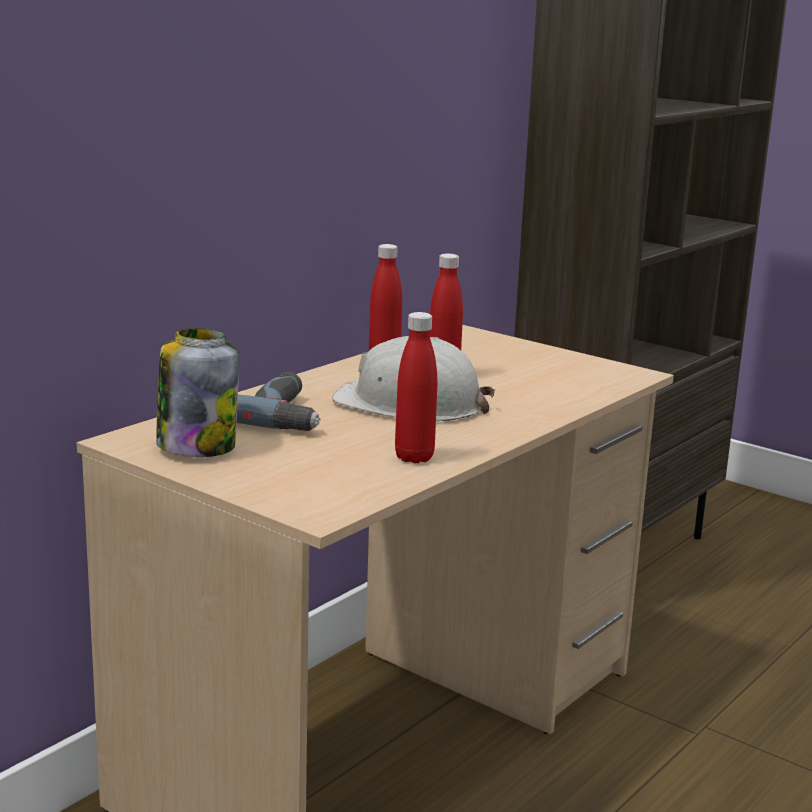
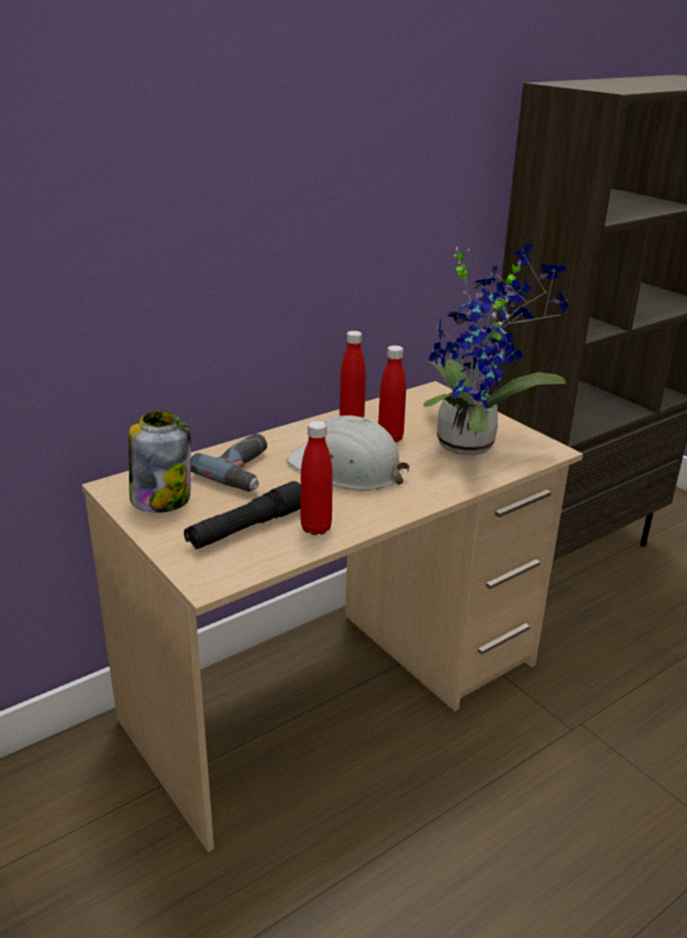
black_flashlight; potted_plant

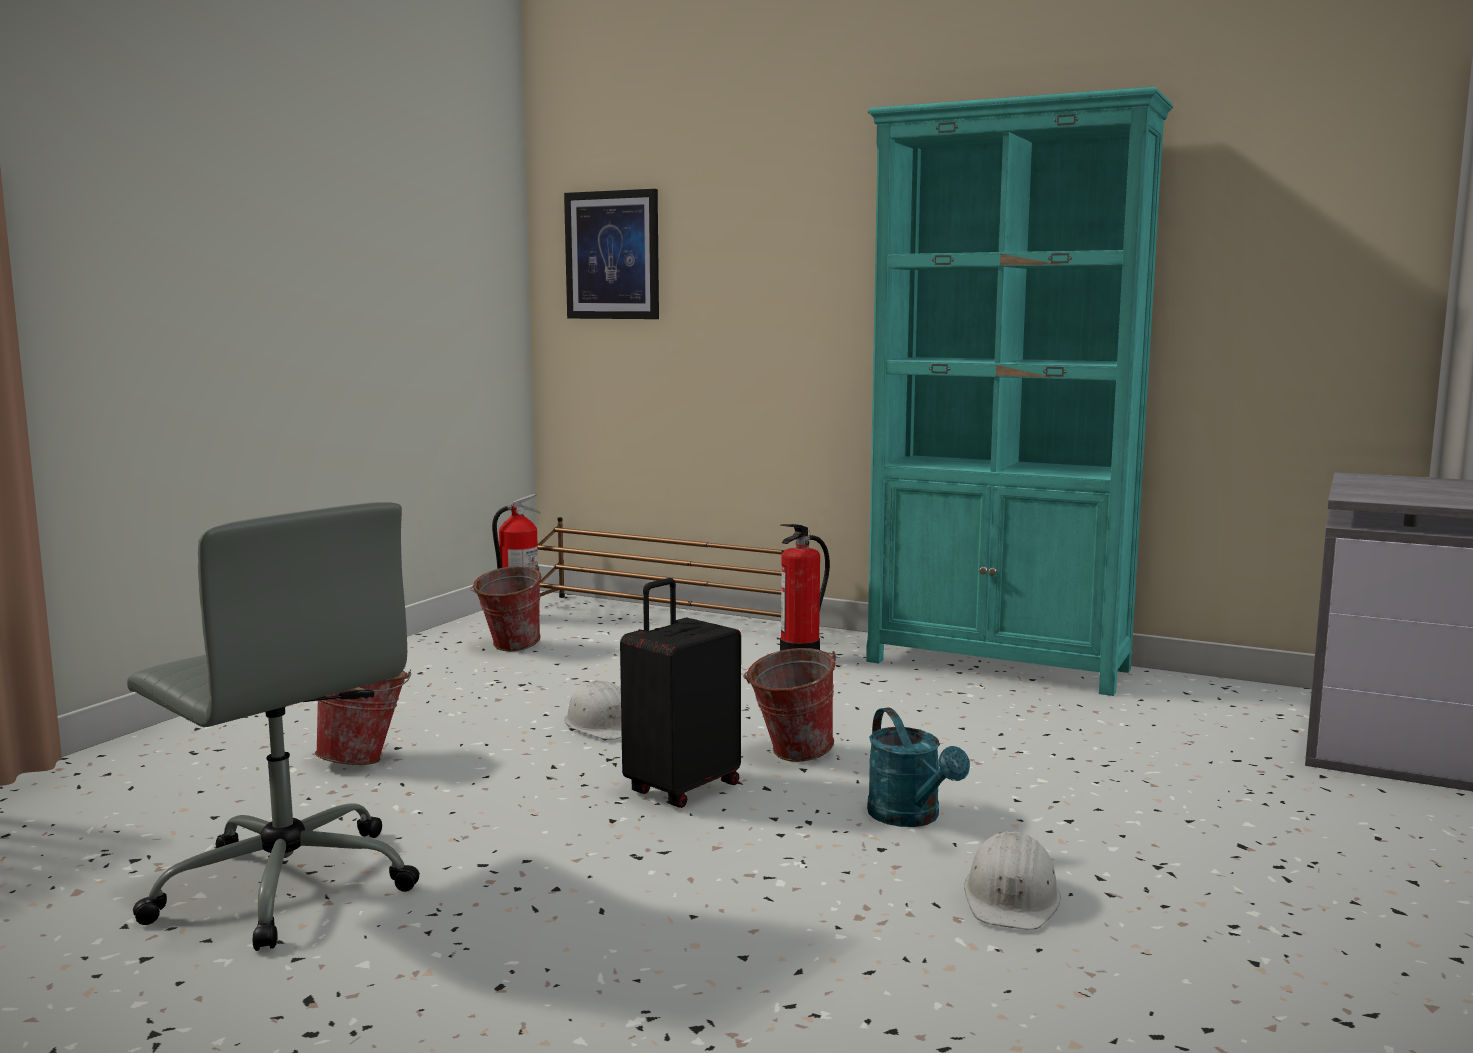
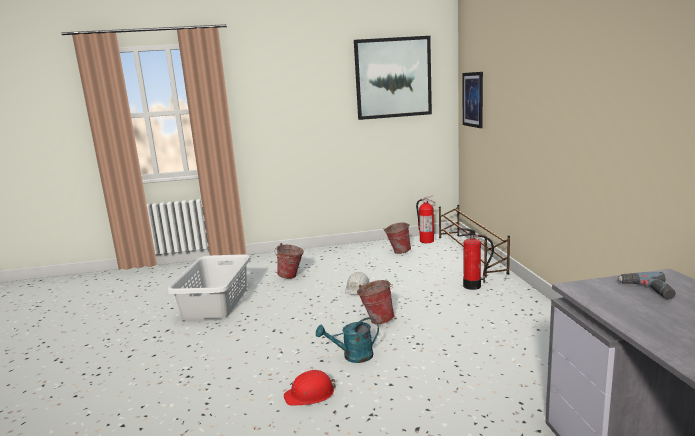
black_suitcase; turquoise_bookcase; picture (1st from left); power_drill; grey_laundry_basket; red_hard_hat; turquoise_watering_can

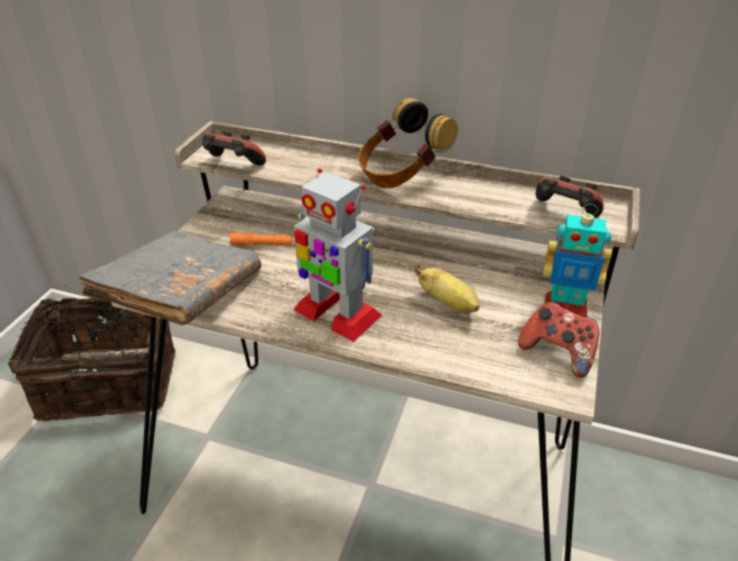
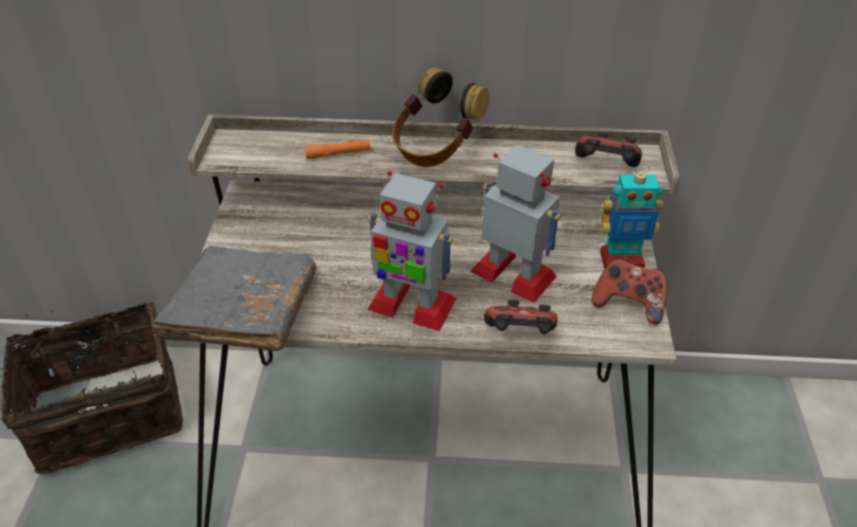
game_controller (1st from left); orange_flashlight; toy_robot (2nd from left)

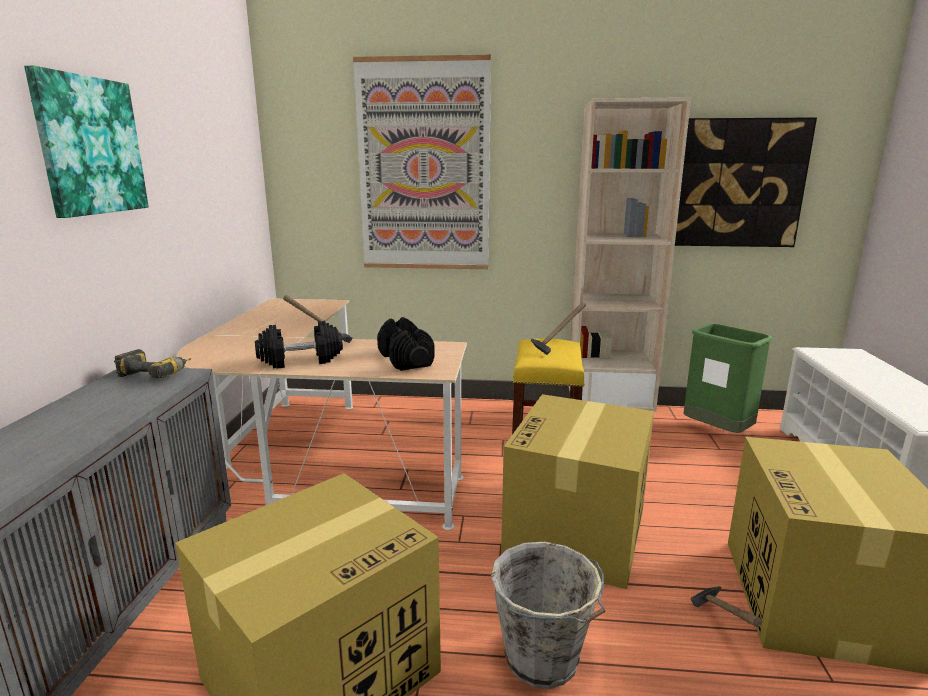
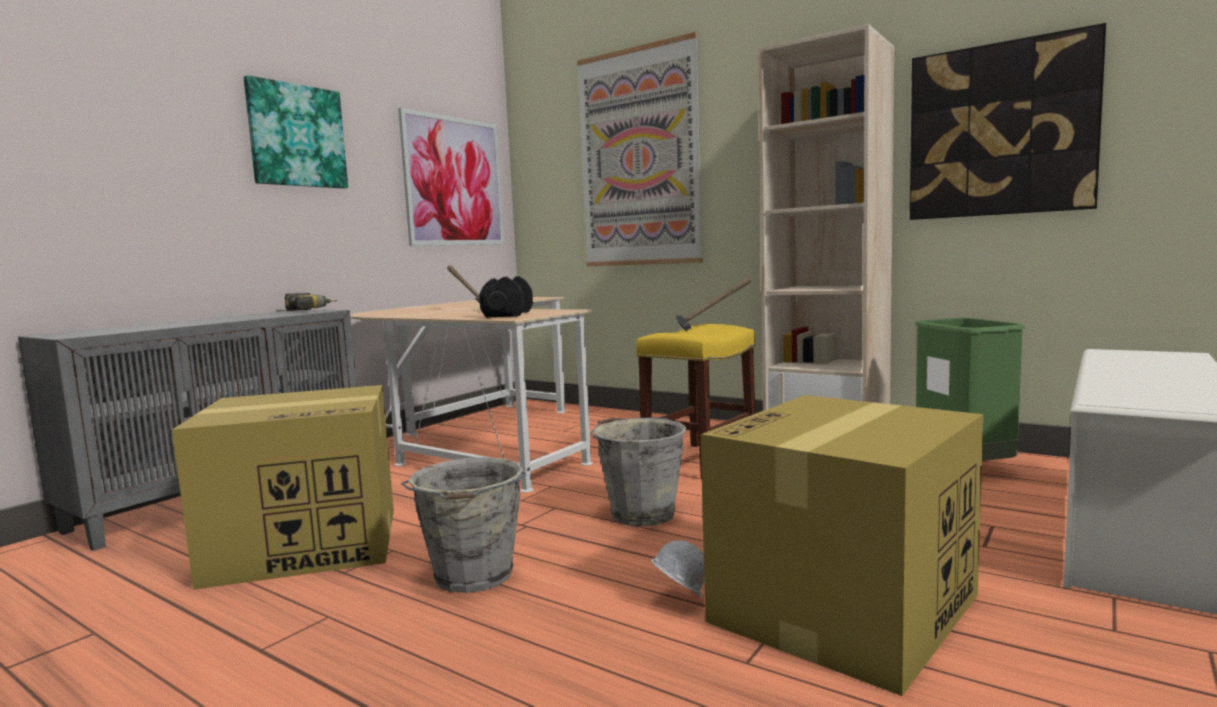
black_dumbbell (1st from left in the first image); picture (2nd from left); grey_bucket (2nd from left); white_hard_hat

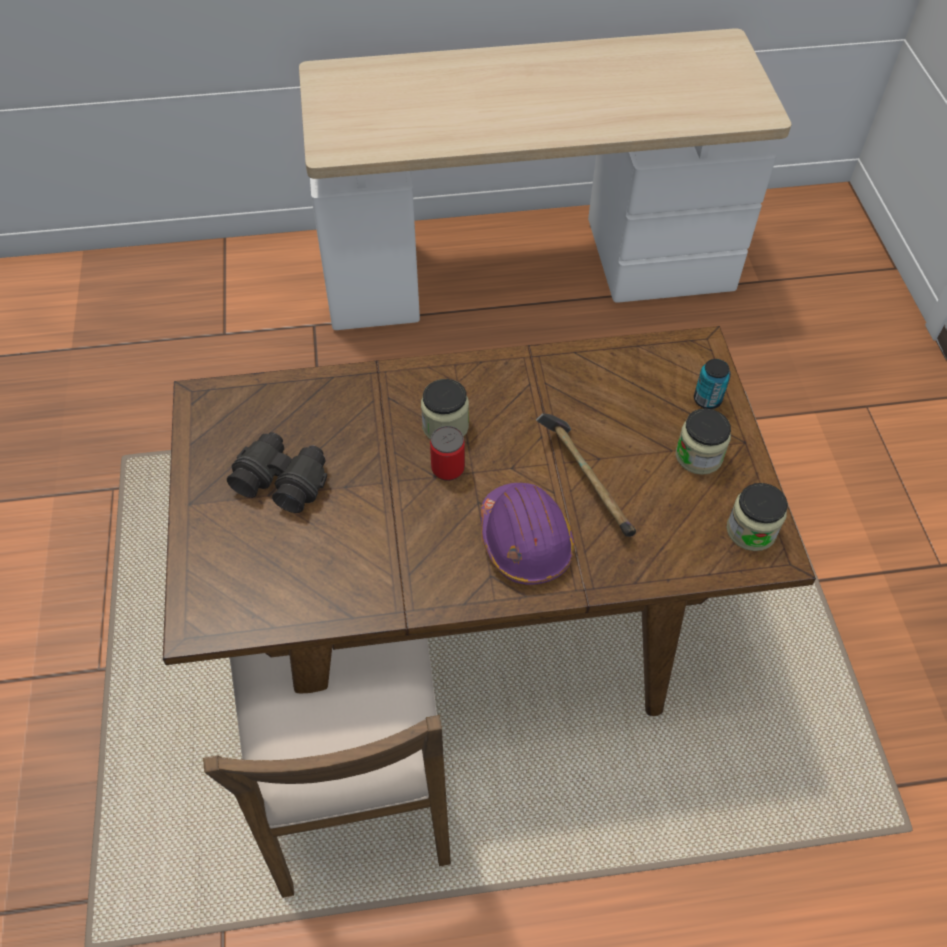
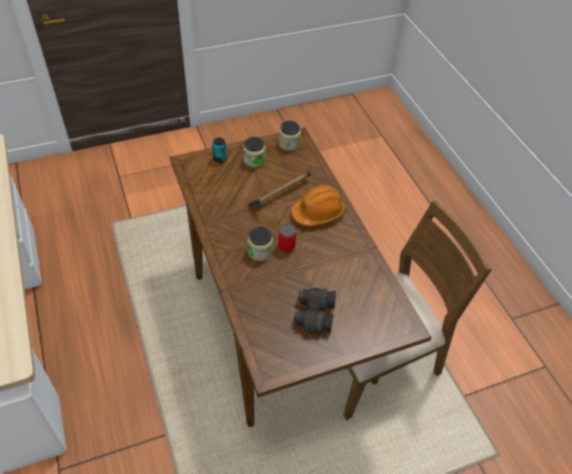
orange_hard_hat

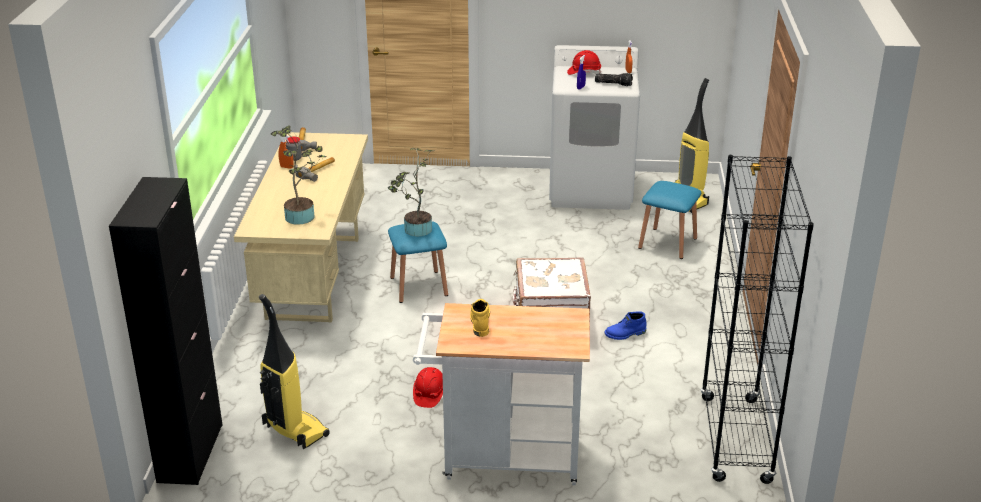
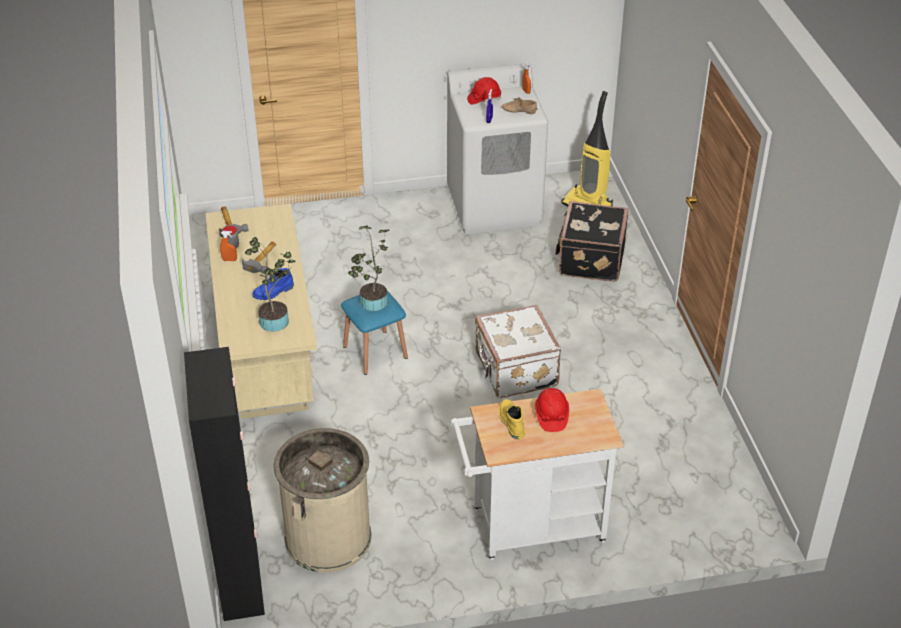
black_bookcase; red_hard_hat (2nd from left); blue_boot; beige_trash_can; beige_shoe; black_suitcase

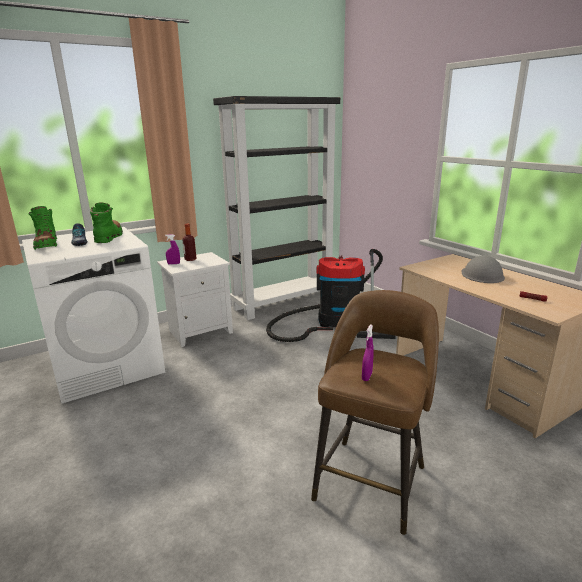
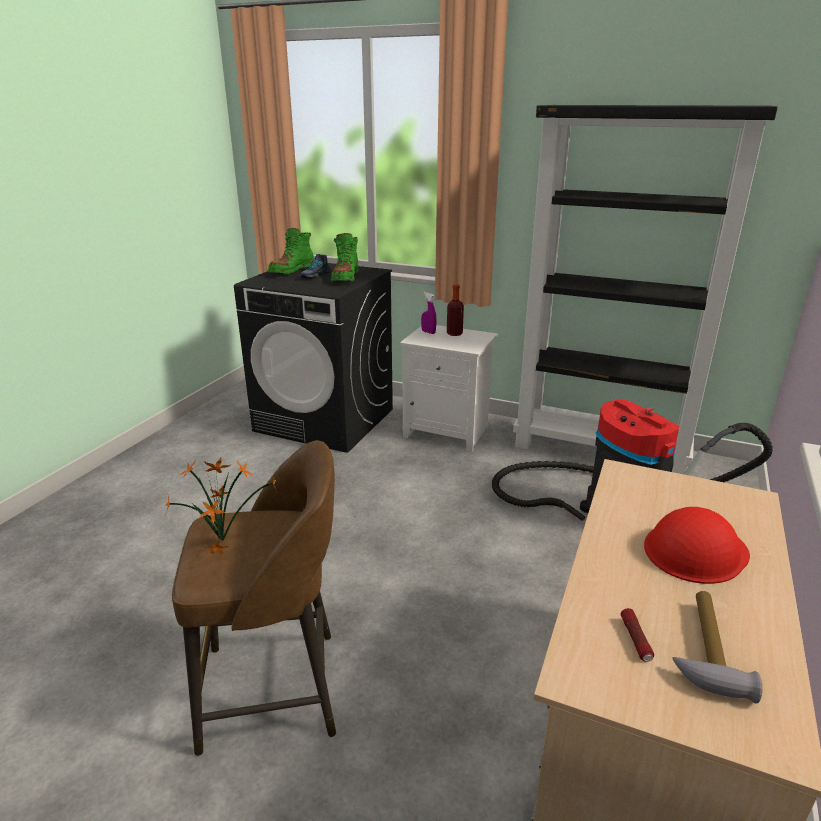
hammer; potted_plant; black_washing_machine; red_hard_hat; green_boot (2nd from left)

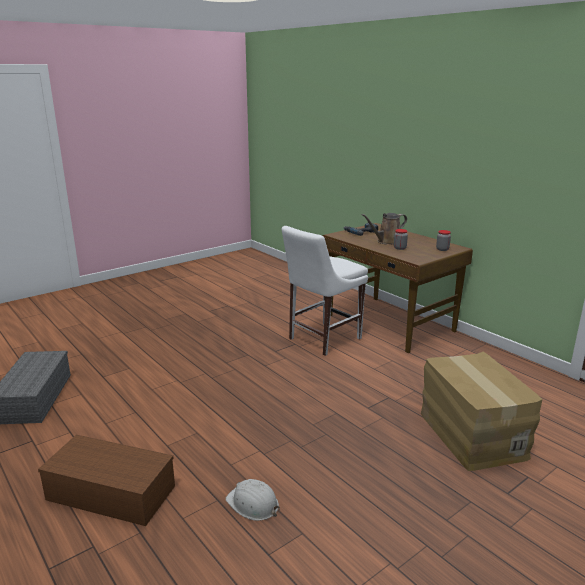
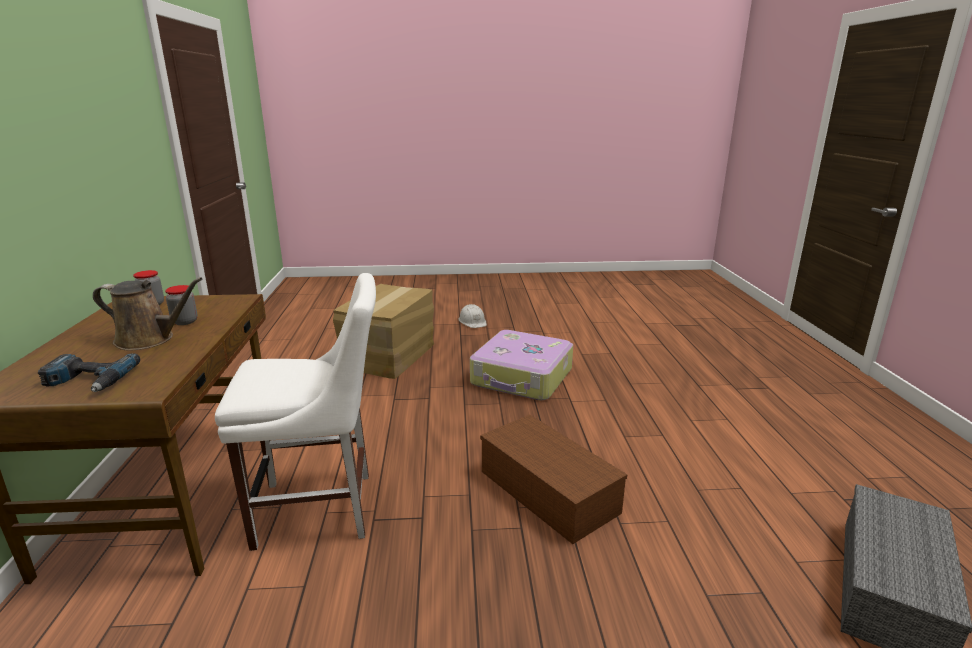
suitcase; brown_storage_box; white_hard_hat

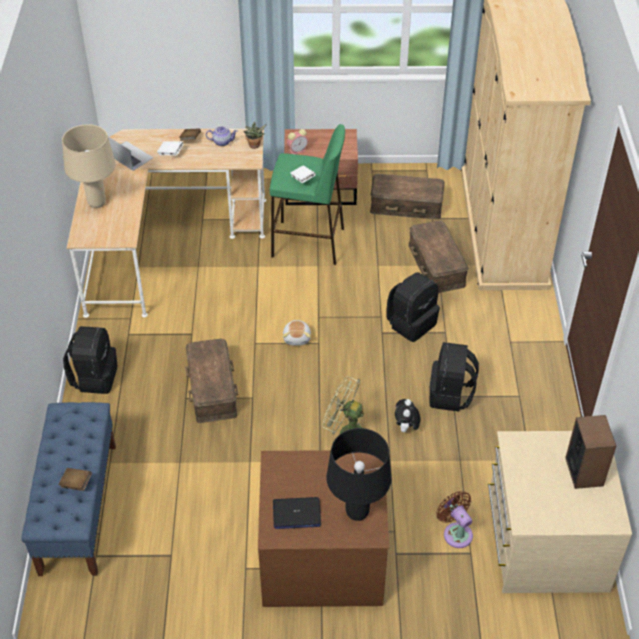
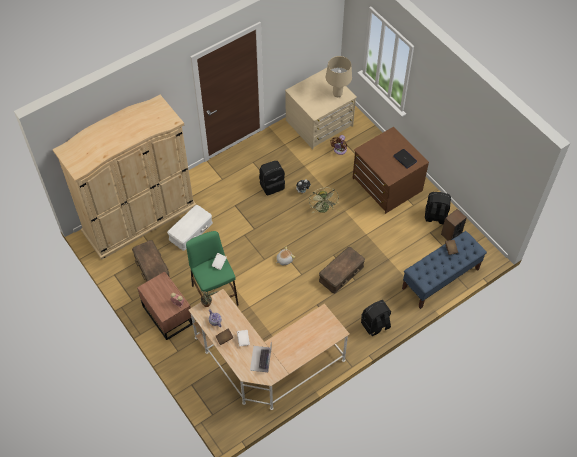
black_table_lamp; beige_table_lamp; black_backpack (3rd from left); speaker; white_storage_box

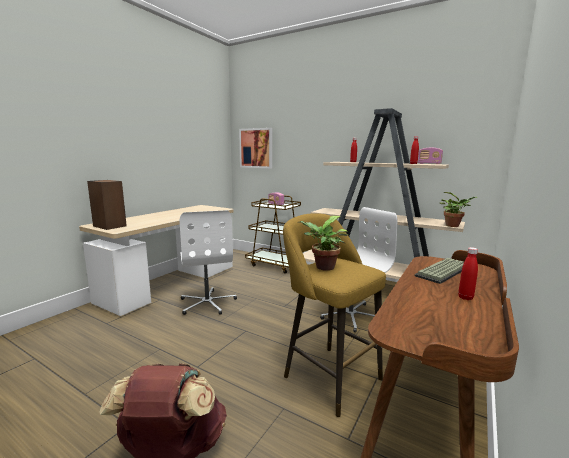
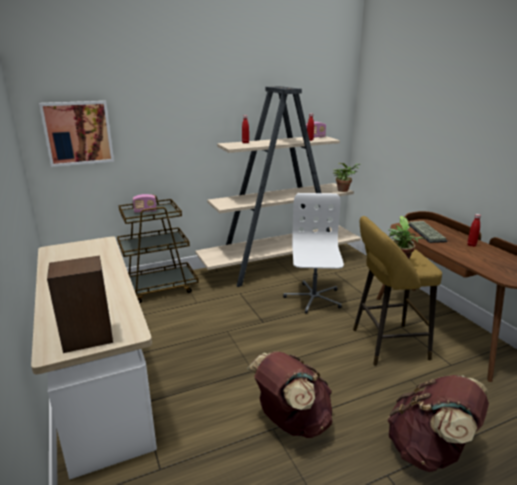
white_office_chair (1st from left in the first image); brown_backpack (1st from left)

